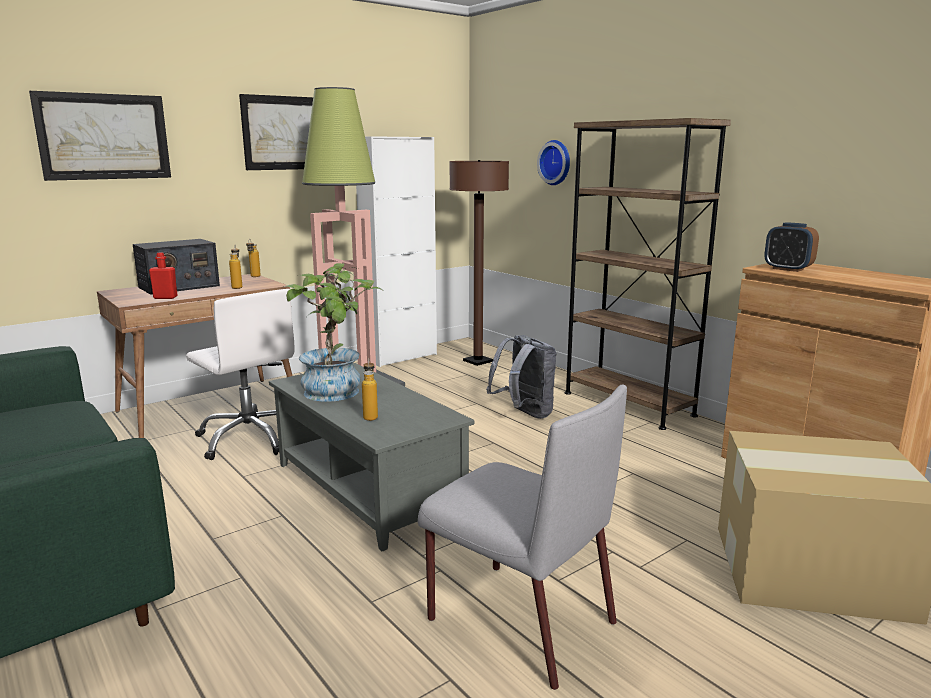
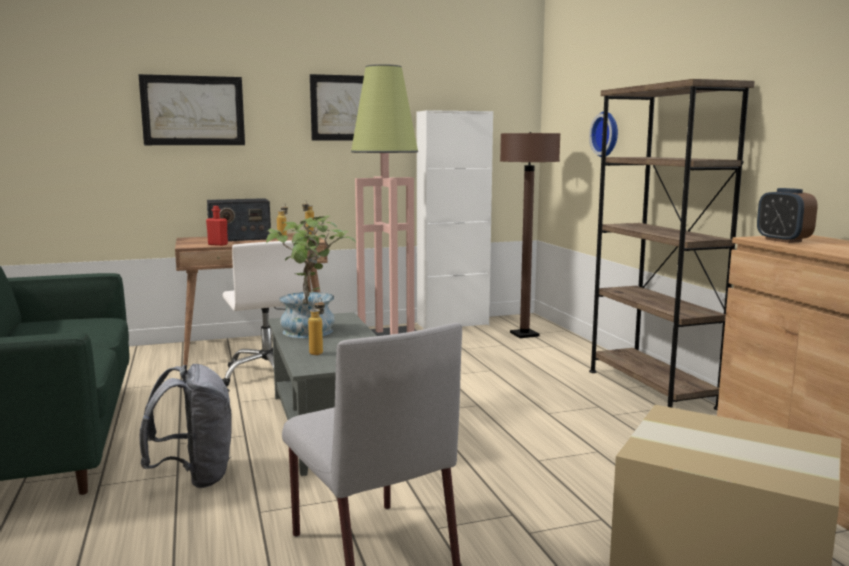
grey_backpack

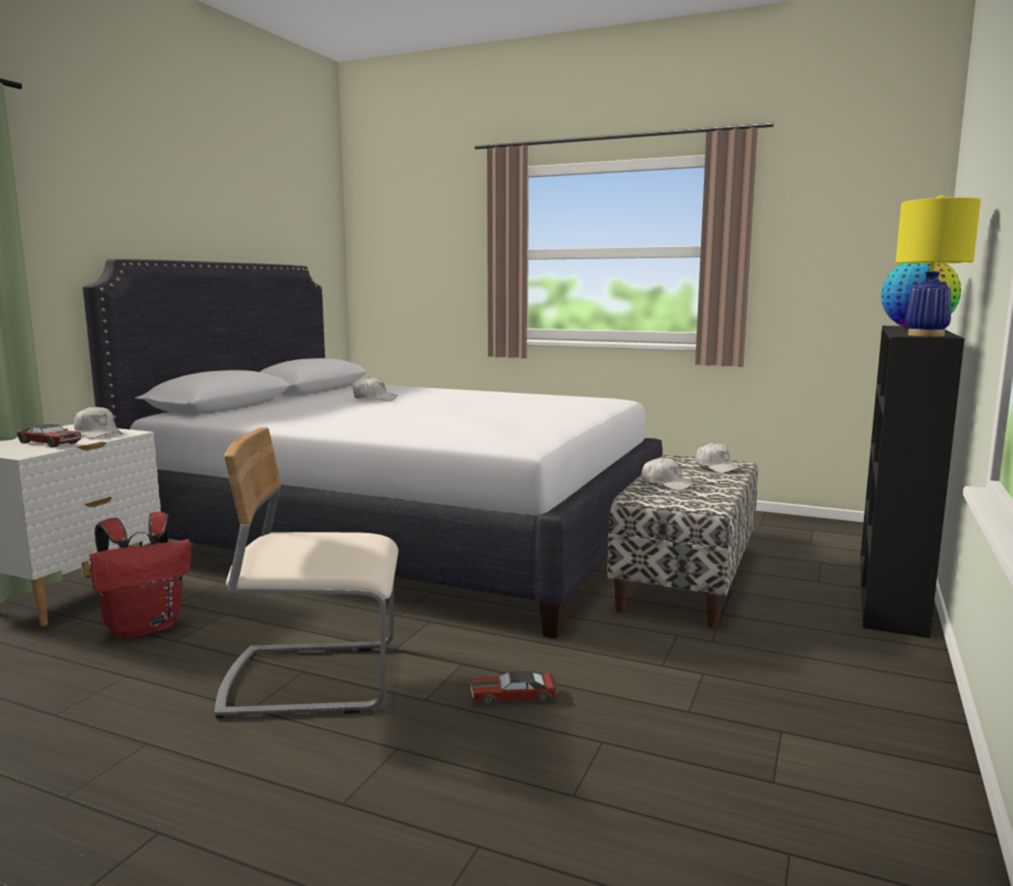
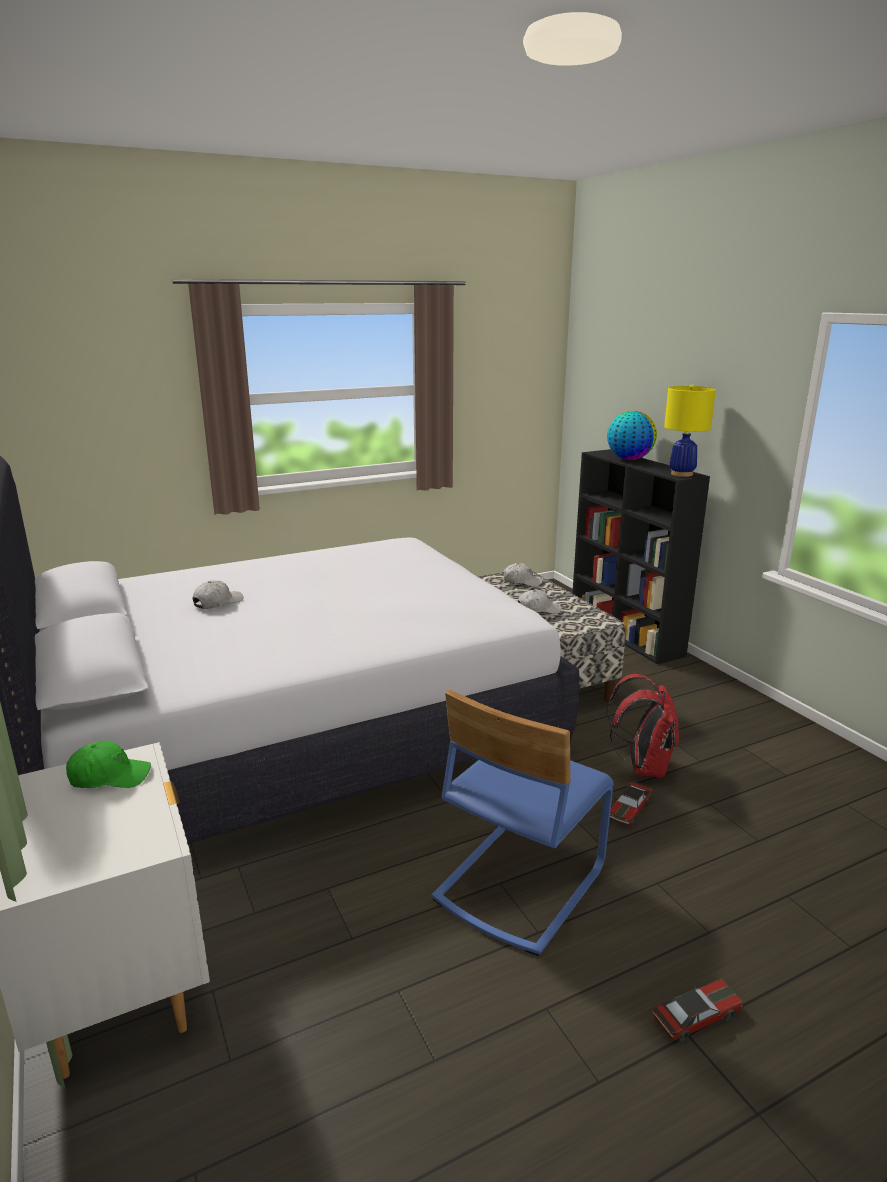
toy_car (2nd from left); red_backpack; green_cap; blue_chair

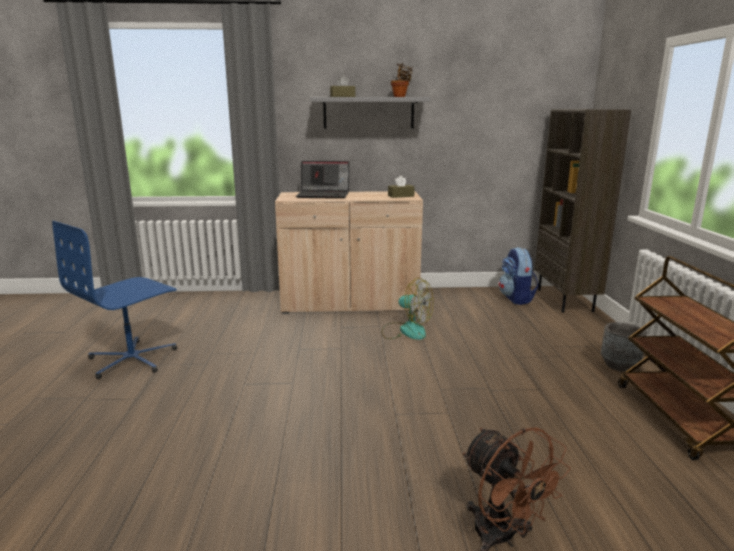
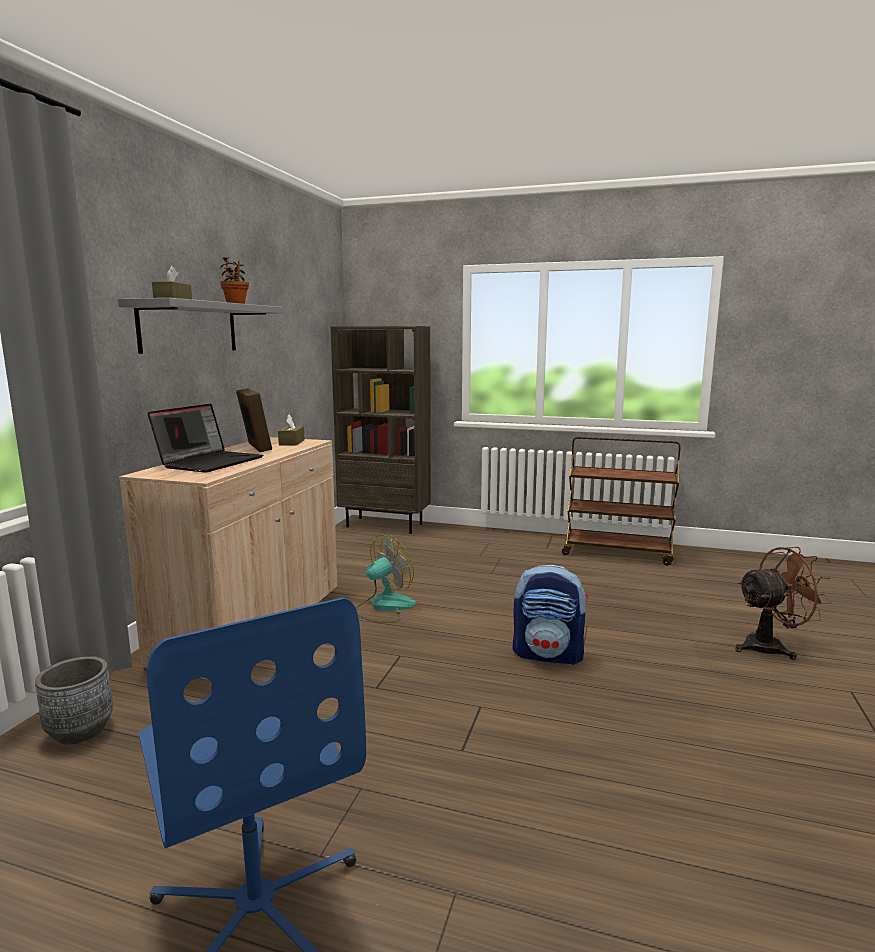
picture_frame; backpack; grey_planter

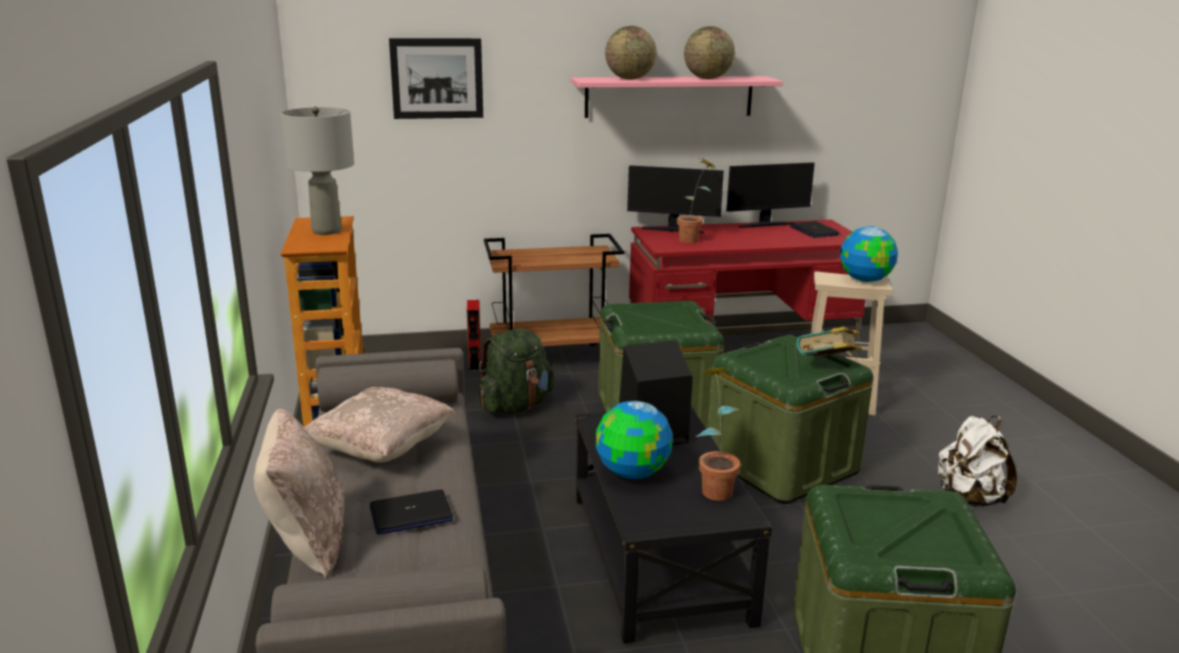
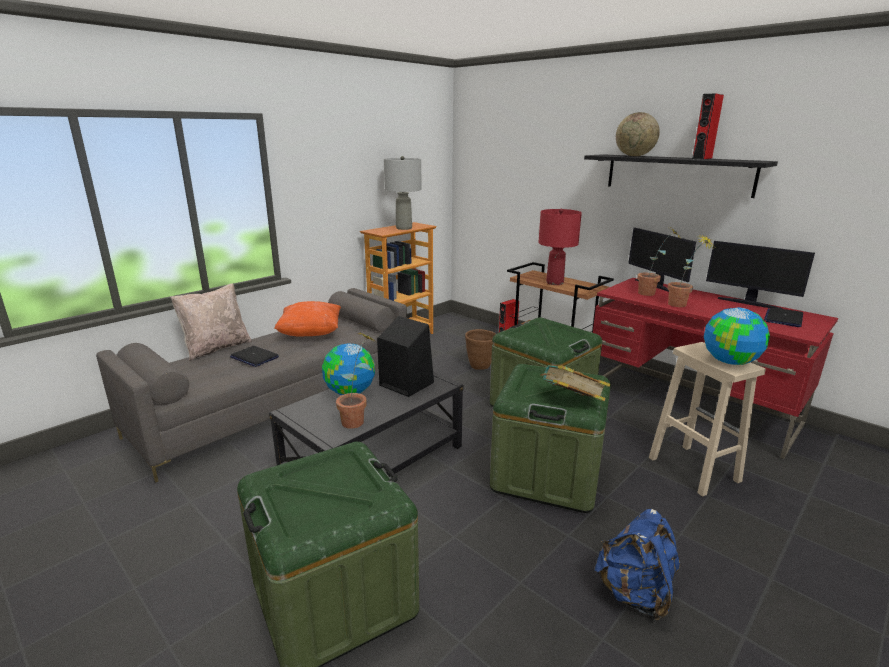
picture; red_table_lamp; potted_plant (3rd from left); brown_planter; red_speaker (2nd from left); orange_pillow; black_shelf; blue_backpack

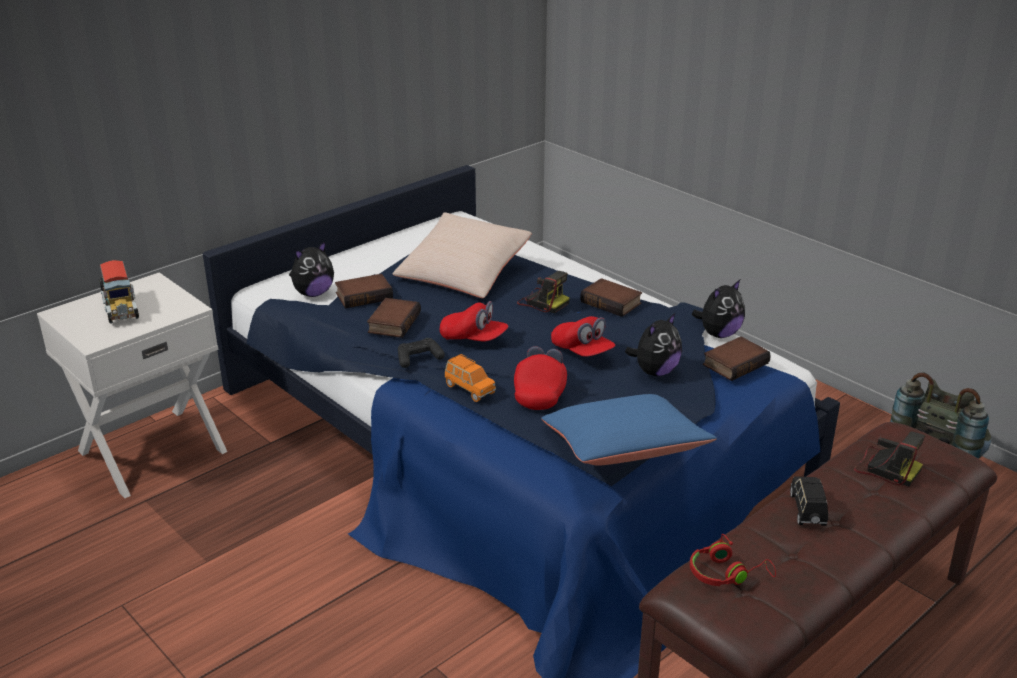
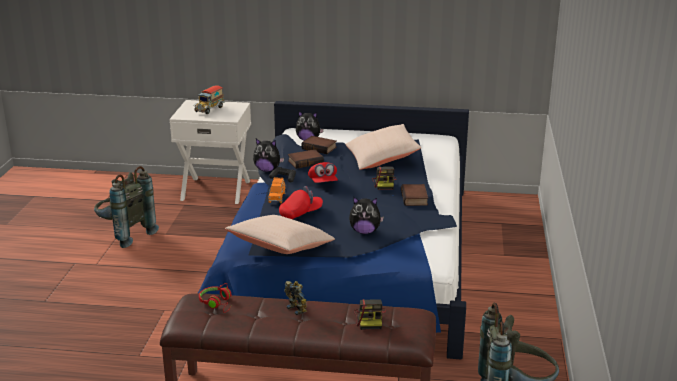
red_cap (3rd from left in the first image); book (4th from left in the first image); grey_backpack (1st from left); plush_toy (1st from left); toy_robot; beige_pillow (1st from left)

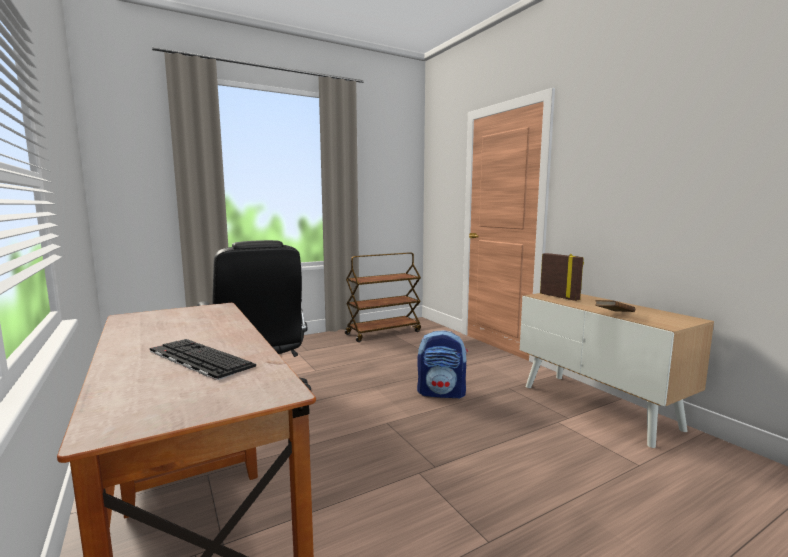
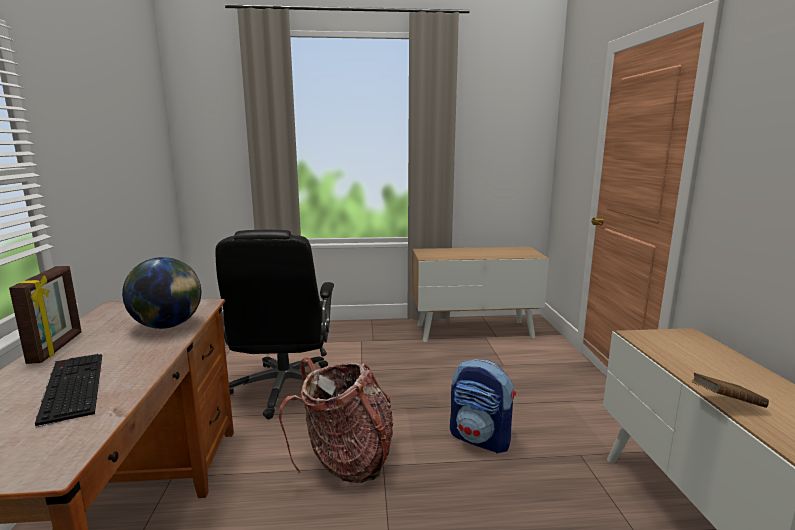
globe; backpack (1st from left); picture_frame; cabinet (1st from left)

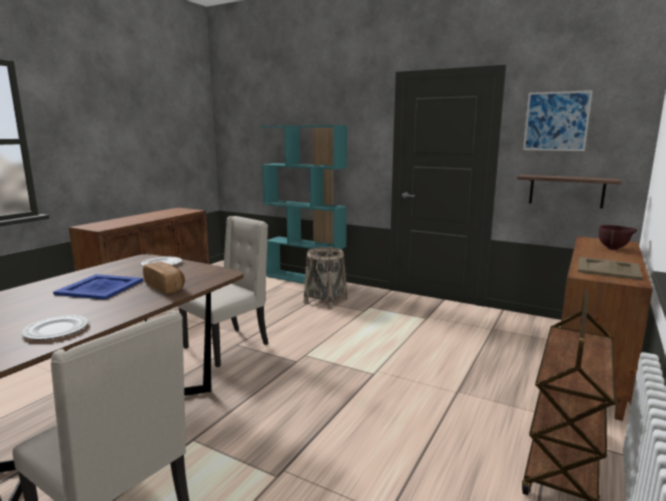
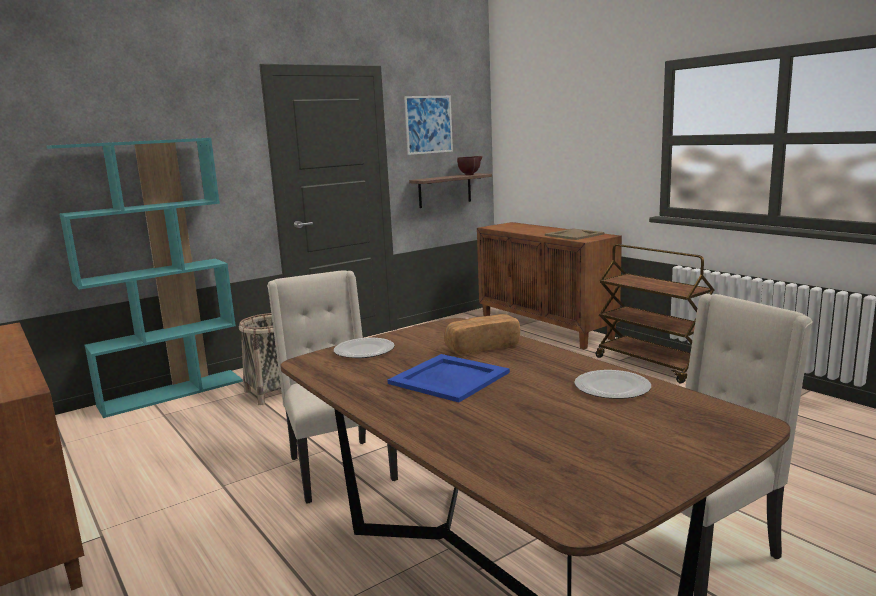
brown_bowl

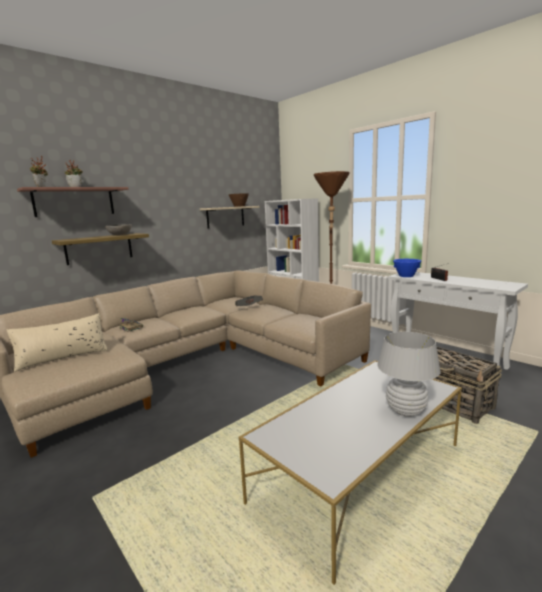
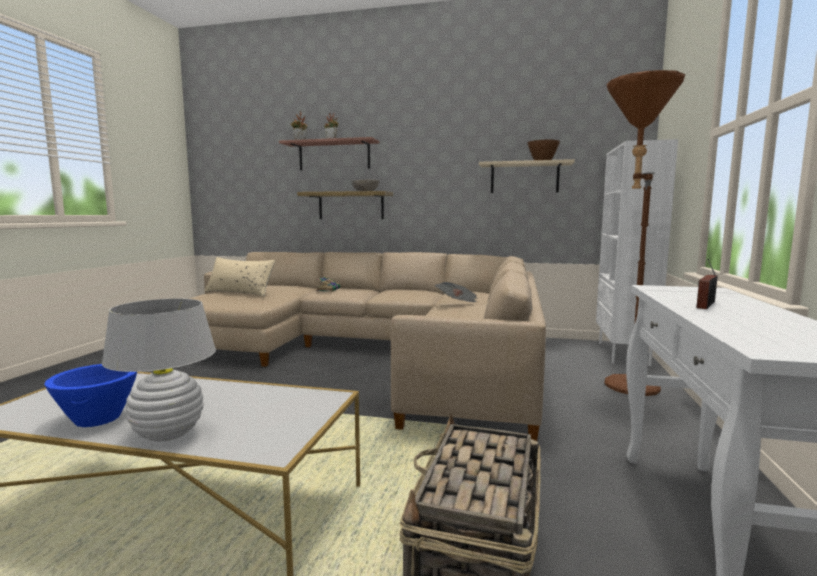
blue_bowl

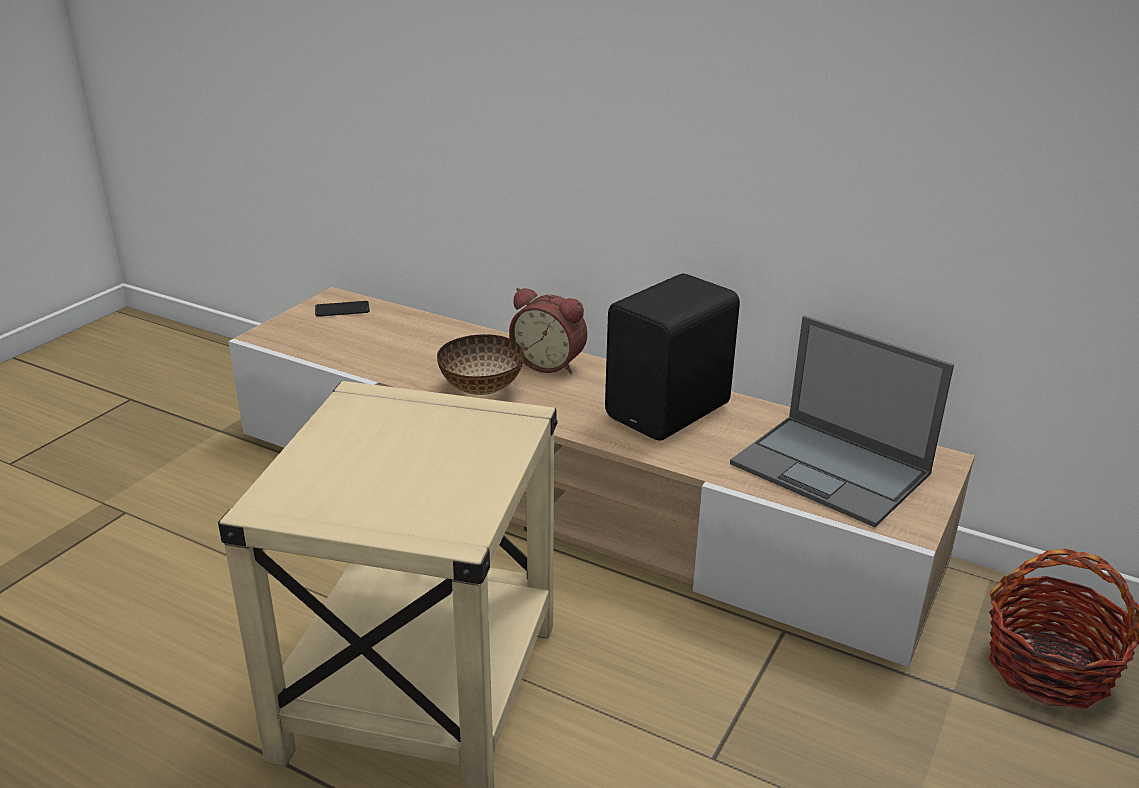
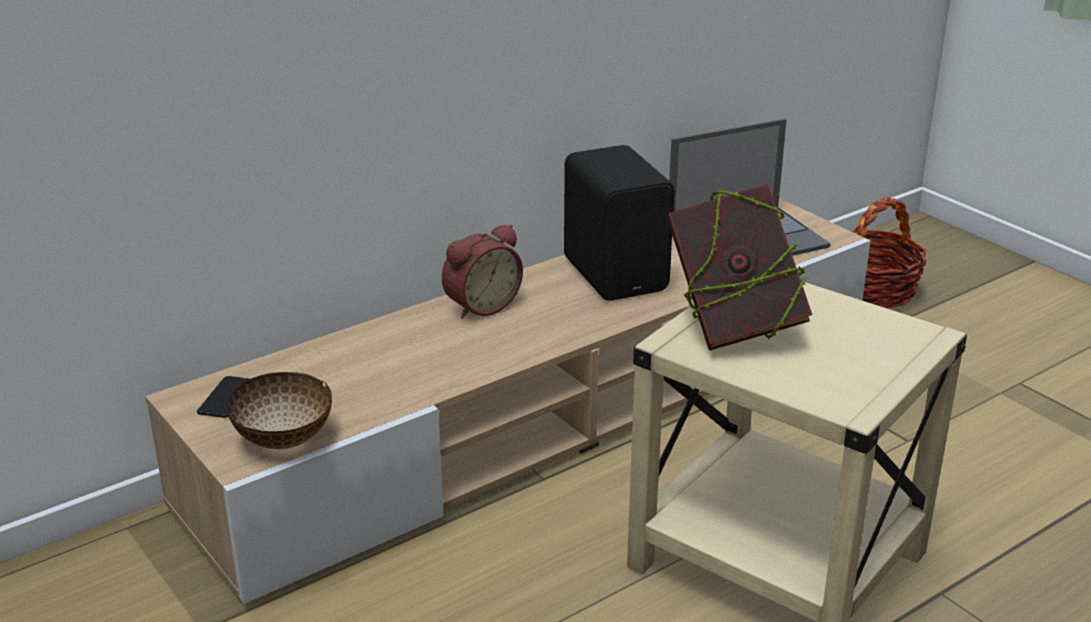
book; bowl

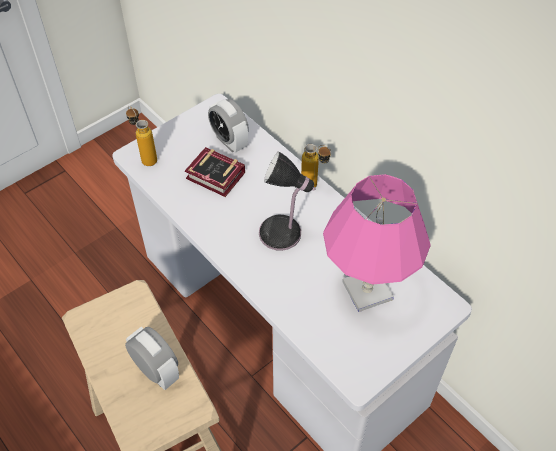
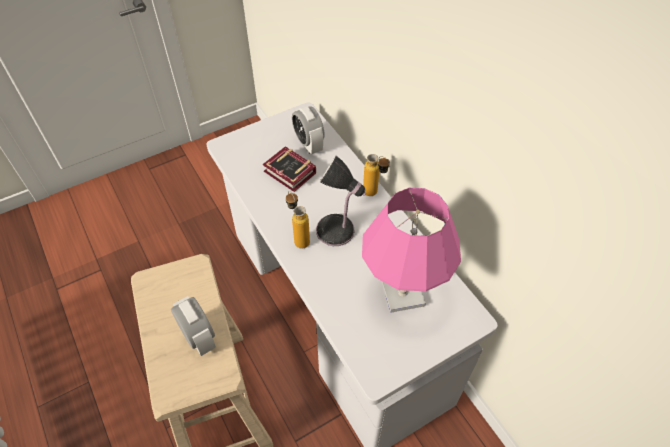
bottle (1st from left)

